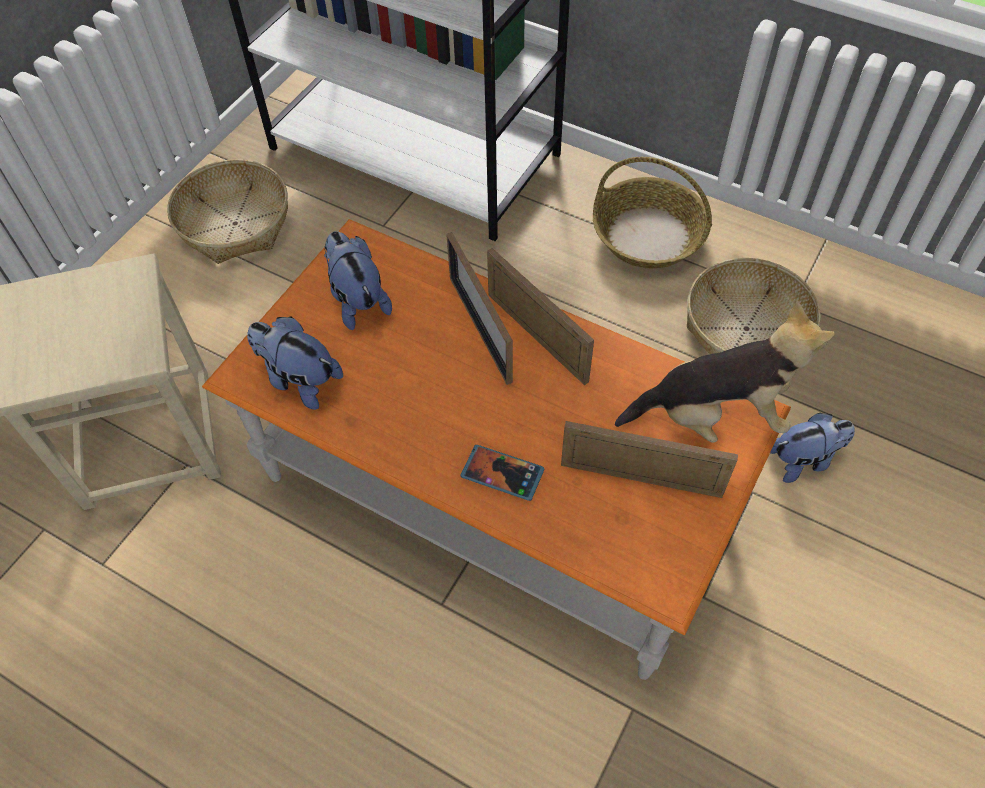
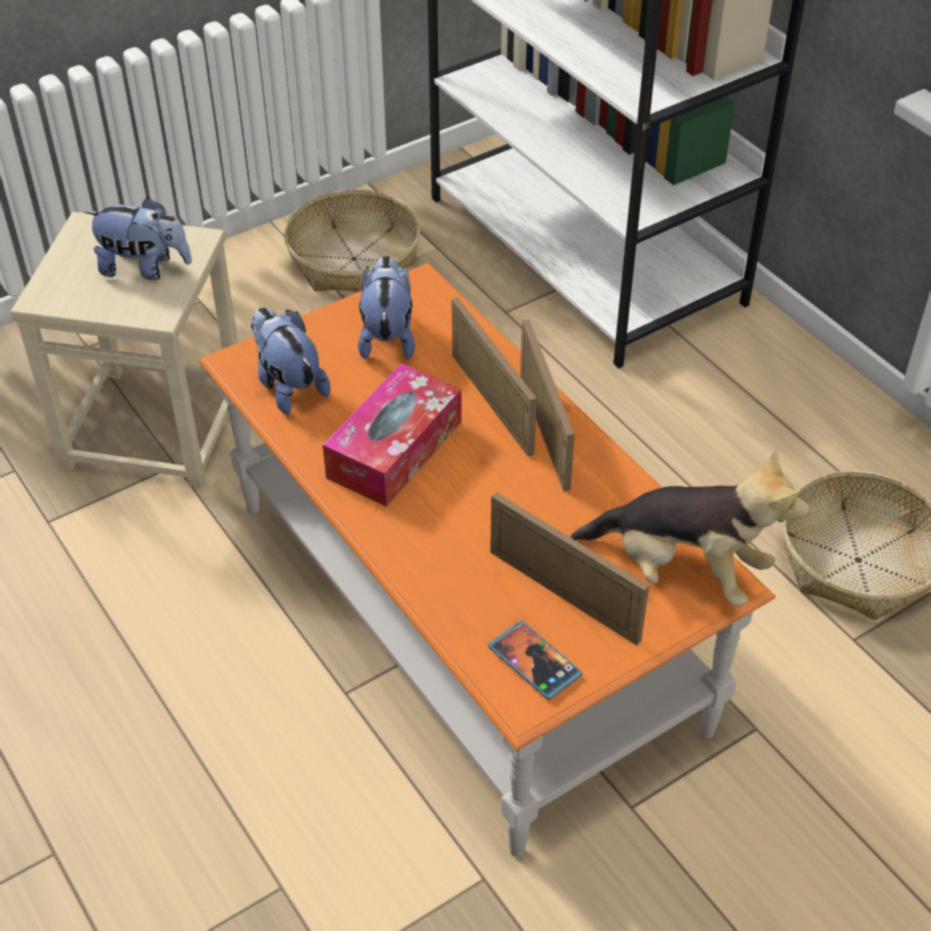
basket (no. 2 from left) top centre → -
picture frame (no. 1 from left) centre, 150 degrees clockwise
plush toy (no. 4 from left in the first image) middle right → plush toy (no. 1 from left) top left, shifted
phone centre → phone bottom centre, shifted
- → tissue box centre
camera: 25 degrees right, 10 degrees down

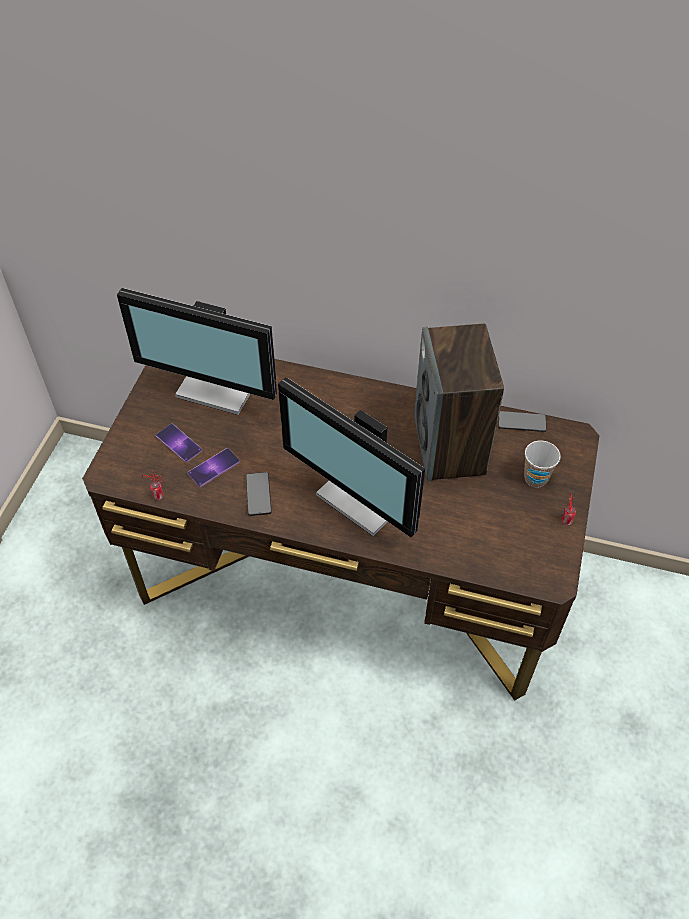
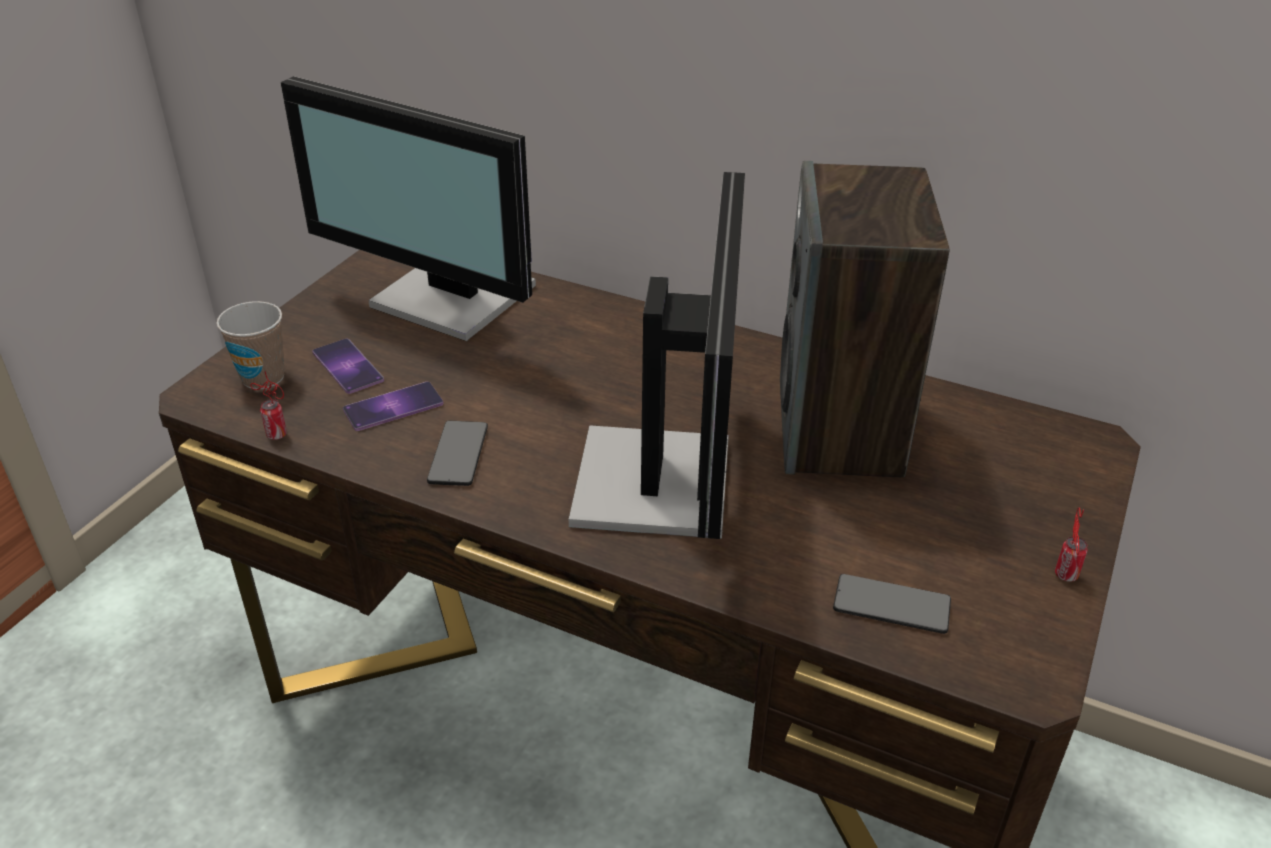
monitor (no. 2 from left) centre, 135 degrees counterclockwise
phone (no. 4 from left) middle right → phone (no. 4 from left) bottom right, shifted
cup middle right → cup middle left, shifted
camera: 10 degrees right, 15 degrees down

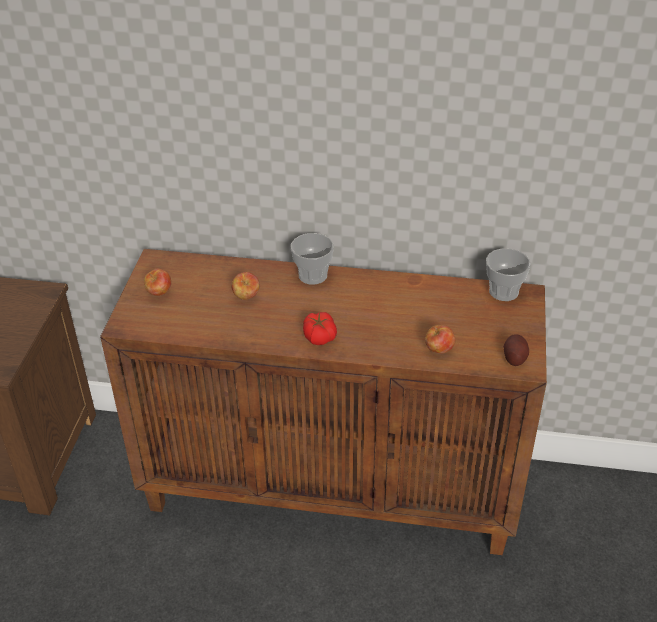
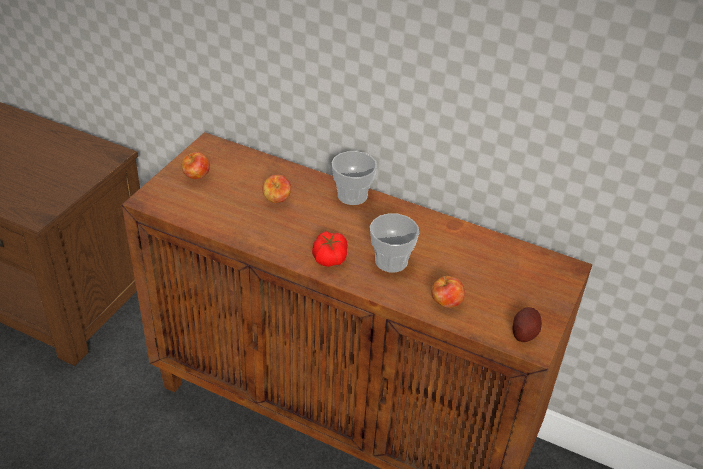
cup (no. 2 from left) middle right → cup (no. 2 from left) centre, shifted
camera: 15 degrees right, 0 degrees up

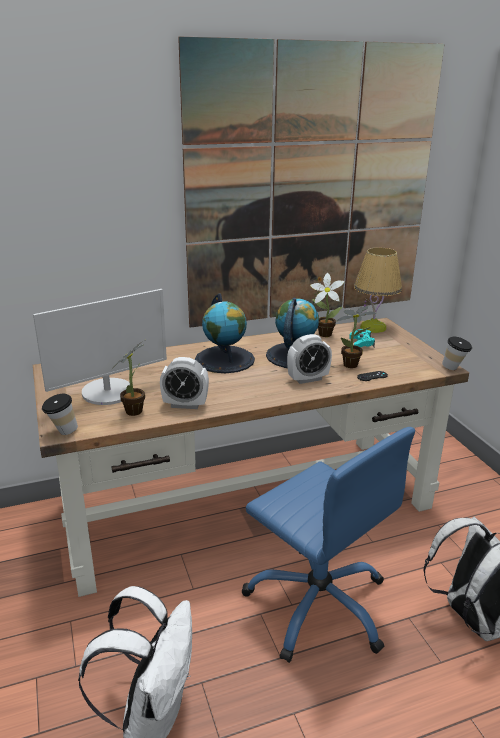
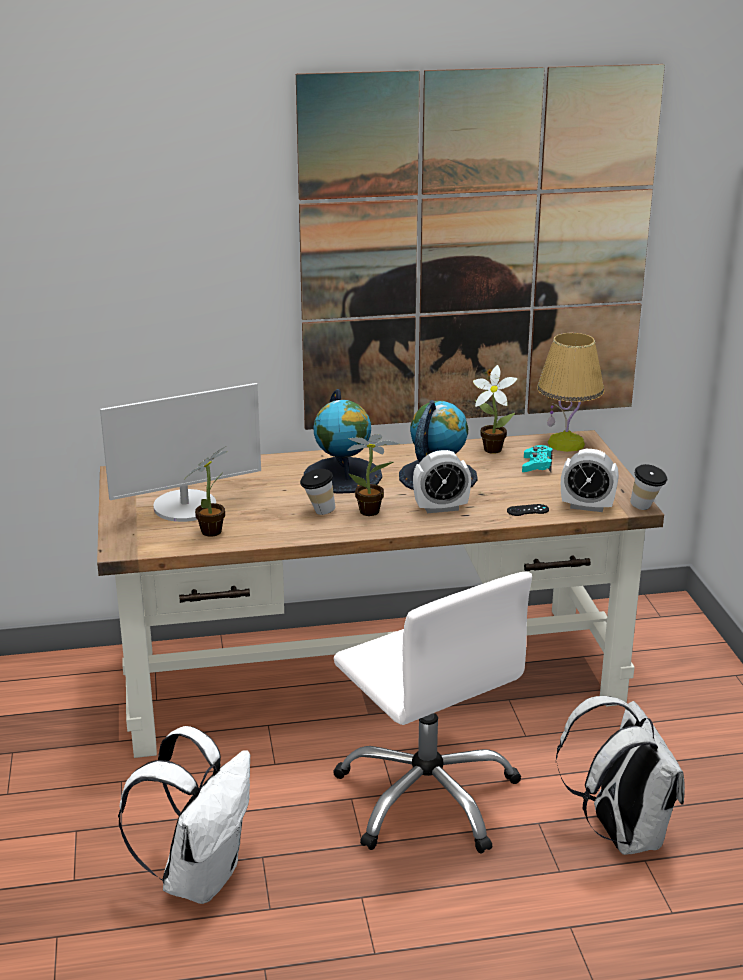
potted plant (no. 3 from left in the first image) middle right → potted plant (no. 2 from left) centre, shifted
alarm clock (no. 1 from left in the first image) centre → alarm clock (no. 2 from left) middle right, shifted
cup (no. 1 from left) middle left → cup (no. 1 from left) centre, shifted
office chair (blue) bottom centre → office chair (white) bottom centre
camera: 10 degrees right, 0 degrees up

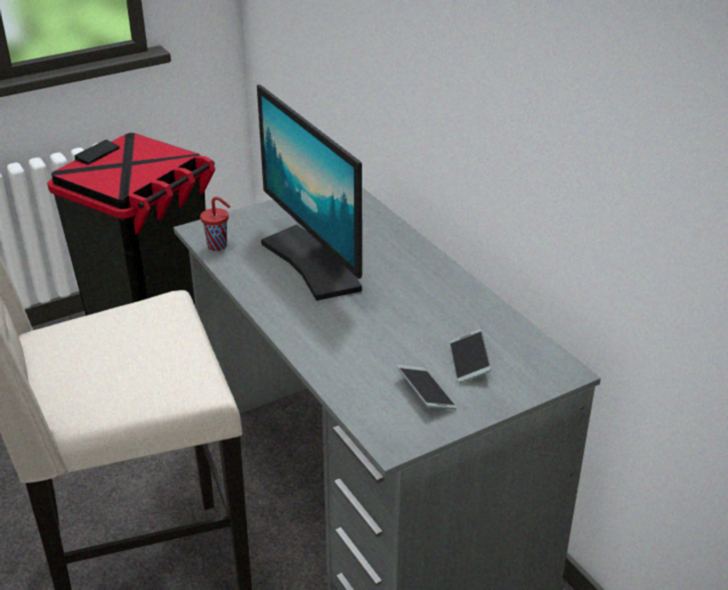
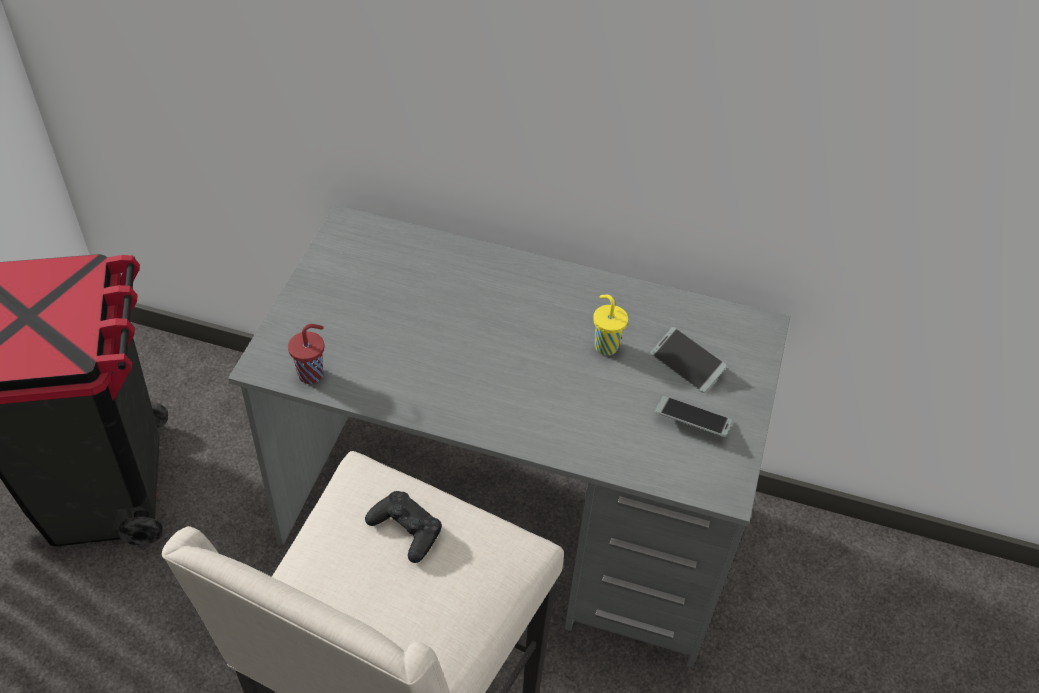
monitor top centre → -
- → cup (yellow) centre
- → game controller (black) bottom centre
camera: 45 degrees left, 15 degrees up

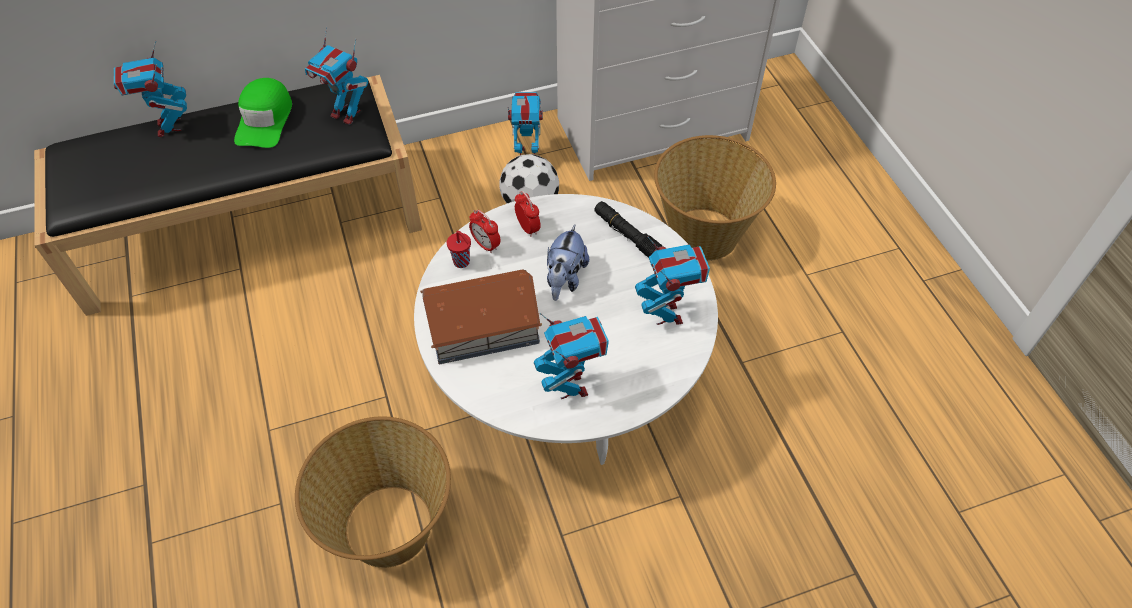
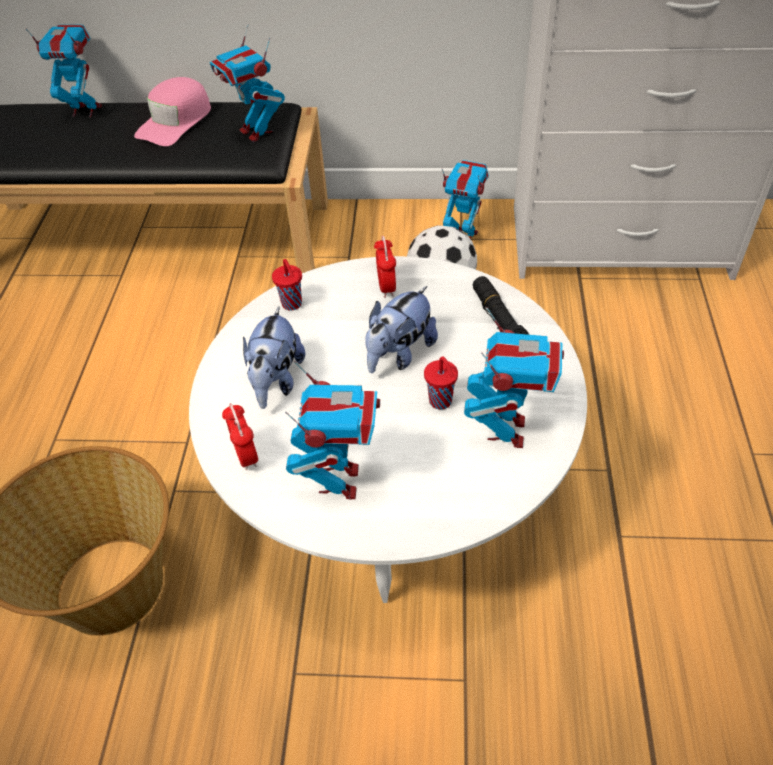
toy robot (no. 1 from left) top left, 90 degrees clockwise
cap (green) top left → cap (pink) top left
basket (no. 2 from left) top centre → -
alarm clock (no. 1 from left) centre → alarm clock (no. 1 from left) middle left, shifted
toy house centre → plush toy (no. 1 from left) centre
- → cup (red) (no. 2 from left) centre
camera: 25 degrees right, 5 degrees down

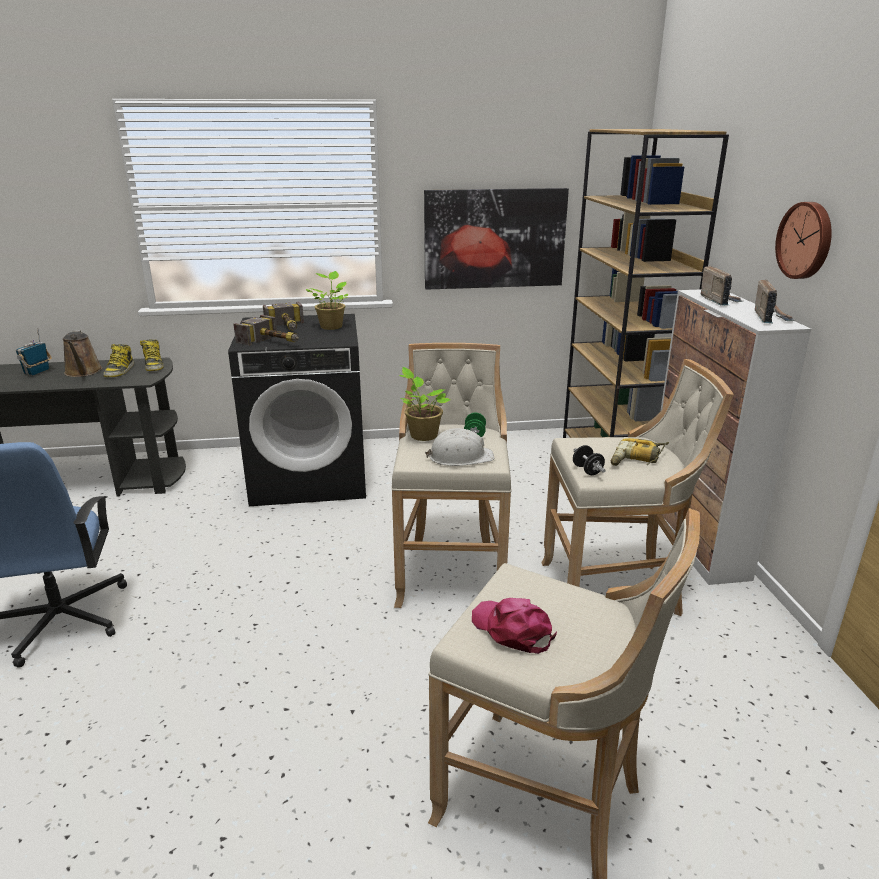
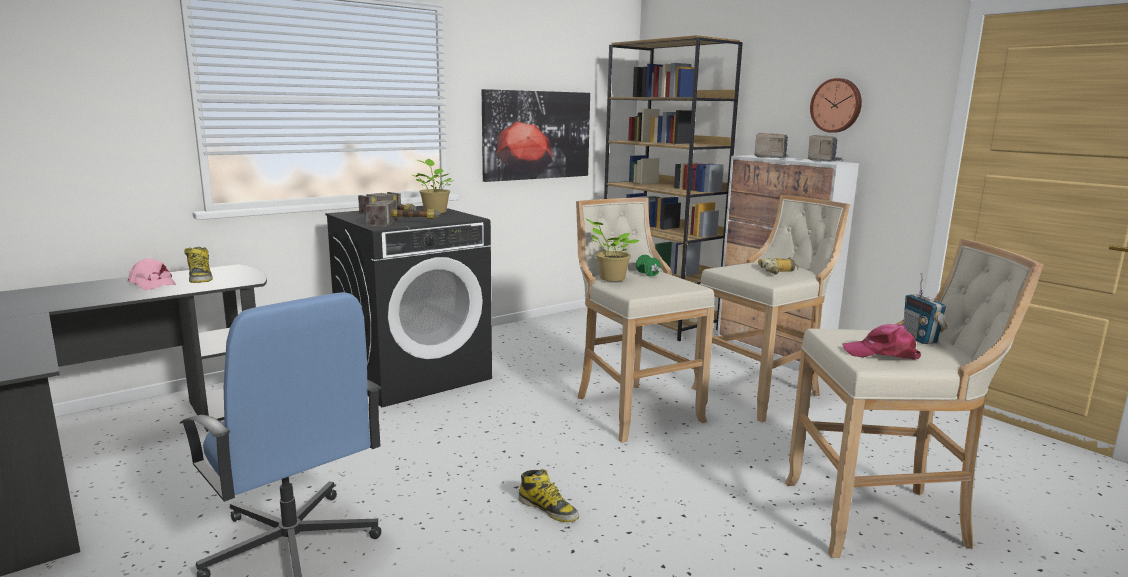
radio (no. 1 from left in the first image) middle left → radio (no. 3 from left) middle right, shifted
watering can (brown) middle left → cap (pink) (no. 1 from left) middle left
boot (no. 2 from left) middle left → boot (no. 2 from left) bottom centre, shifted
hard hat (white) centre → -
dumbbell (black) middle right → -
camera: 30 degrees left, 10 degrees down

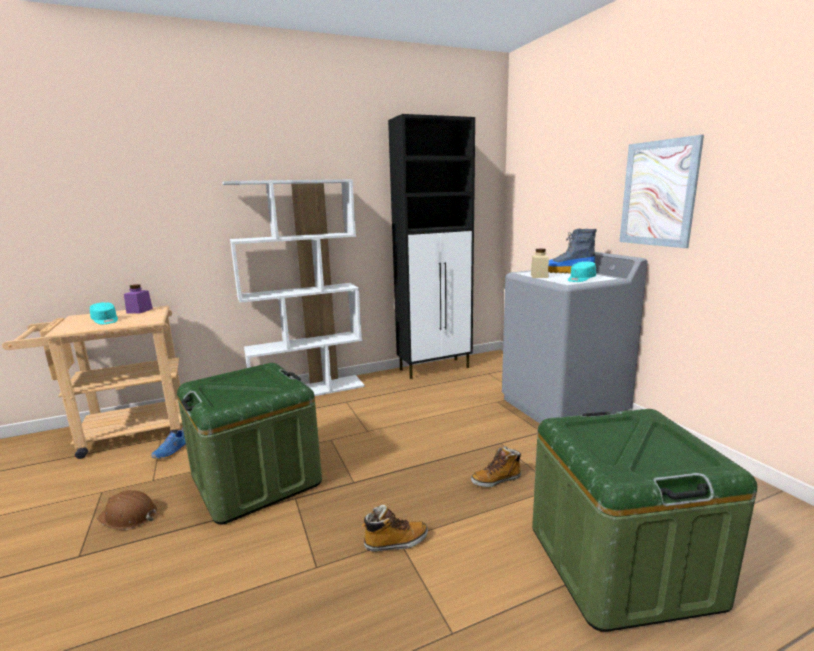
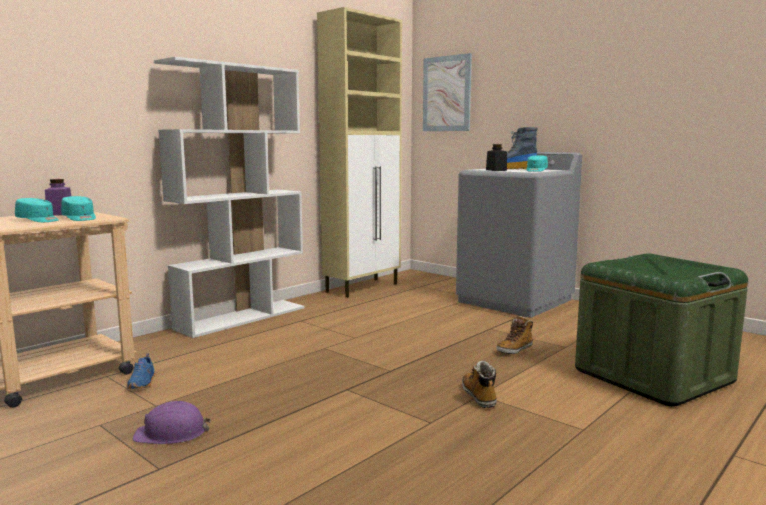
cabinet (black) centre → cabinet (beige) top centre
picture top right → picture top centre, shifted
jar (beige) centre → jar (black) top centre
storage box (green) (no. 1 from left) bottom left → -
hard hat (brown) bottom left → hard hat (purple) bottom left
boot (no. 1 from left) bottom centre, 60 degrees counterclockwise
- → cap (turquoise) (no. 2 from left) middle left
camera: 25 degrees left, 5 degrees down

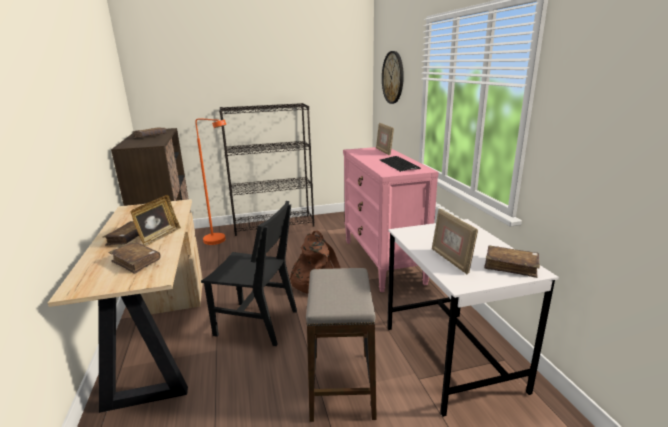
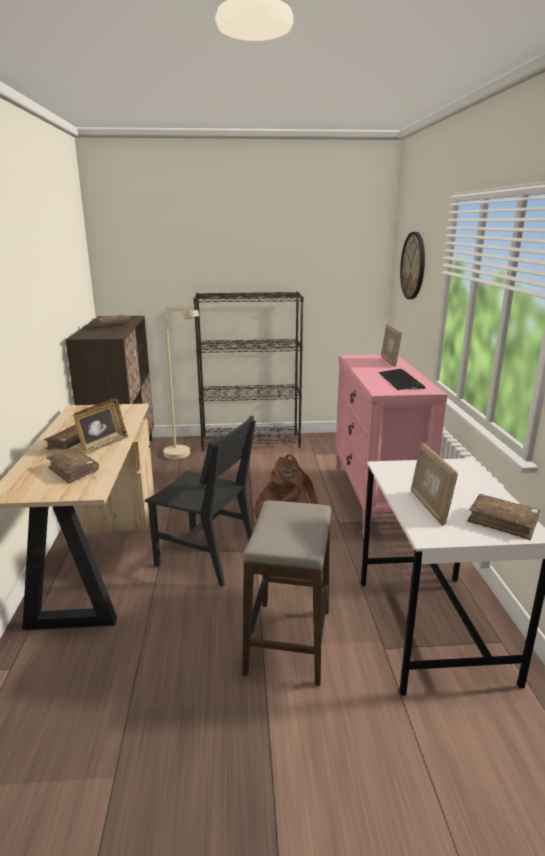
floor lamp (orange) middle left → floor lamp (beige) middle left
camera: 10 degrees right, 0 degrees up

